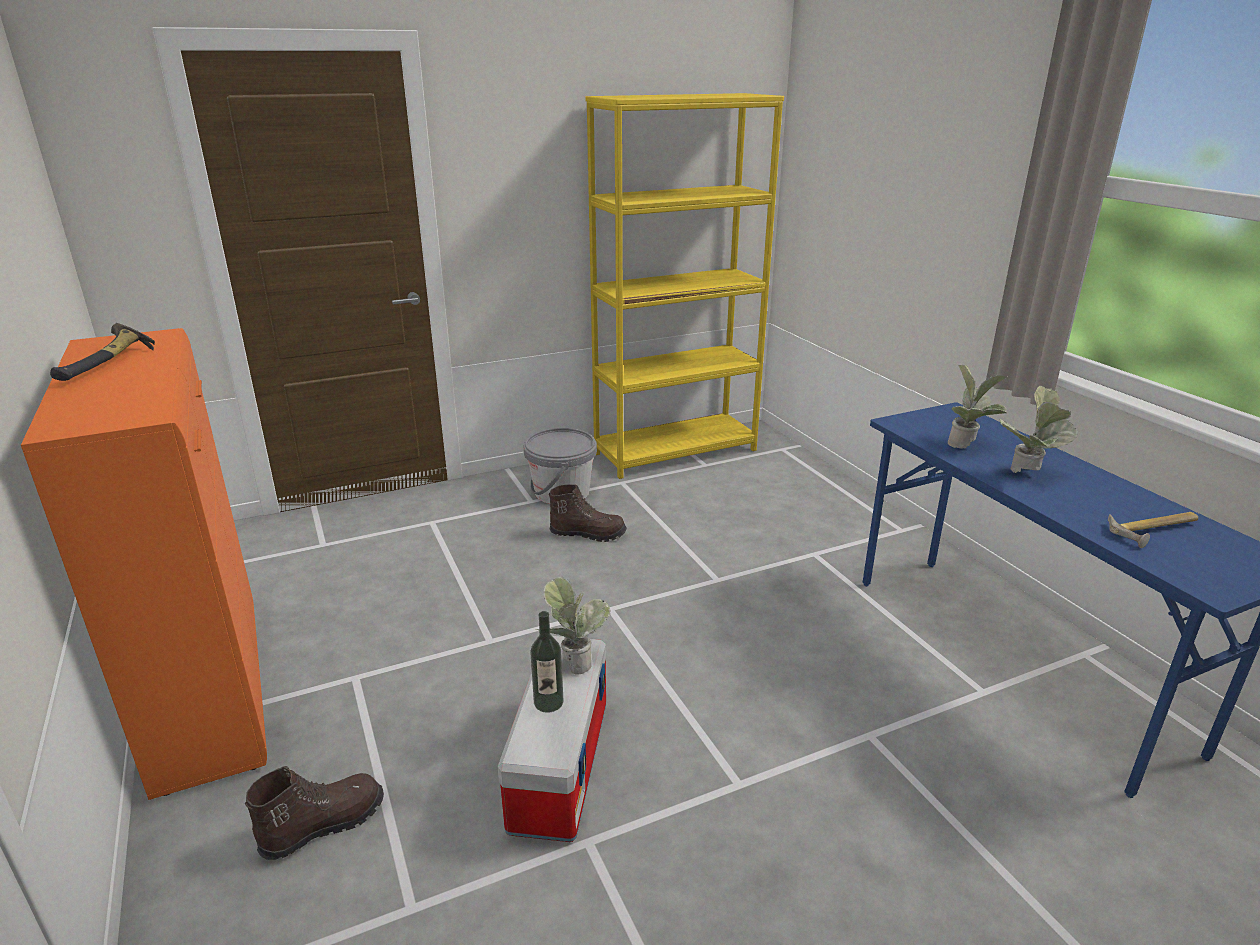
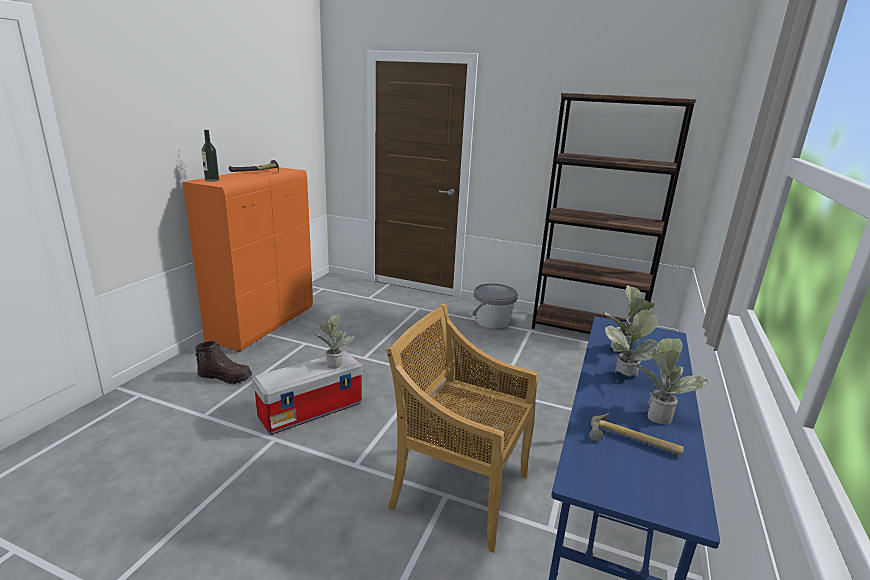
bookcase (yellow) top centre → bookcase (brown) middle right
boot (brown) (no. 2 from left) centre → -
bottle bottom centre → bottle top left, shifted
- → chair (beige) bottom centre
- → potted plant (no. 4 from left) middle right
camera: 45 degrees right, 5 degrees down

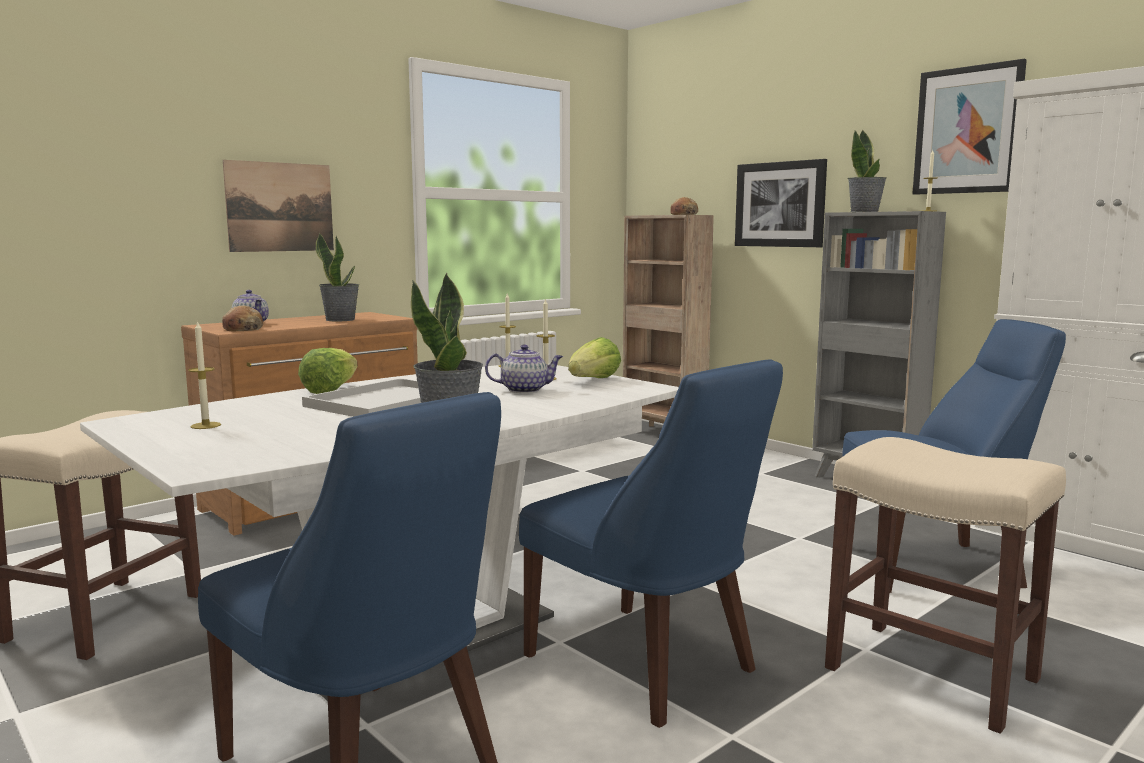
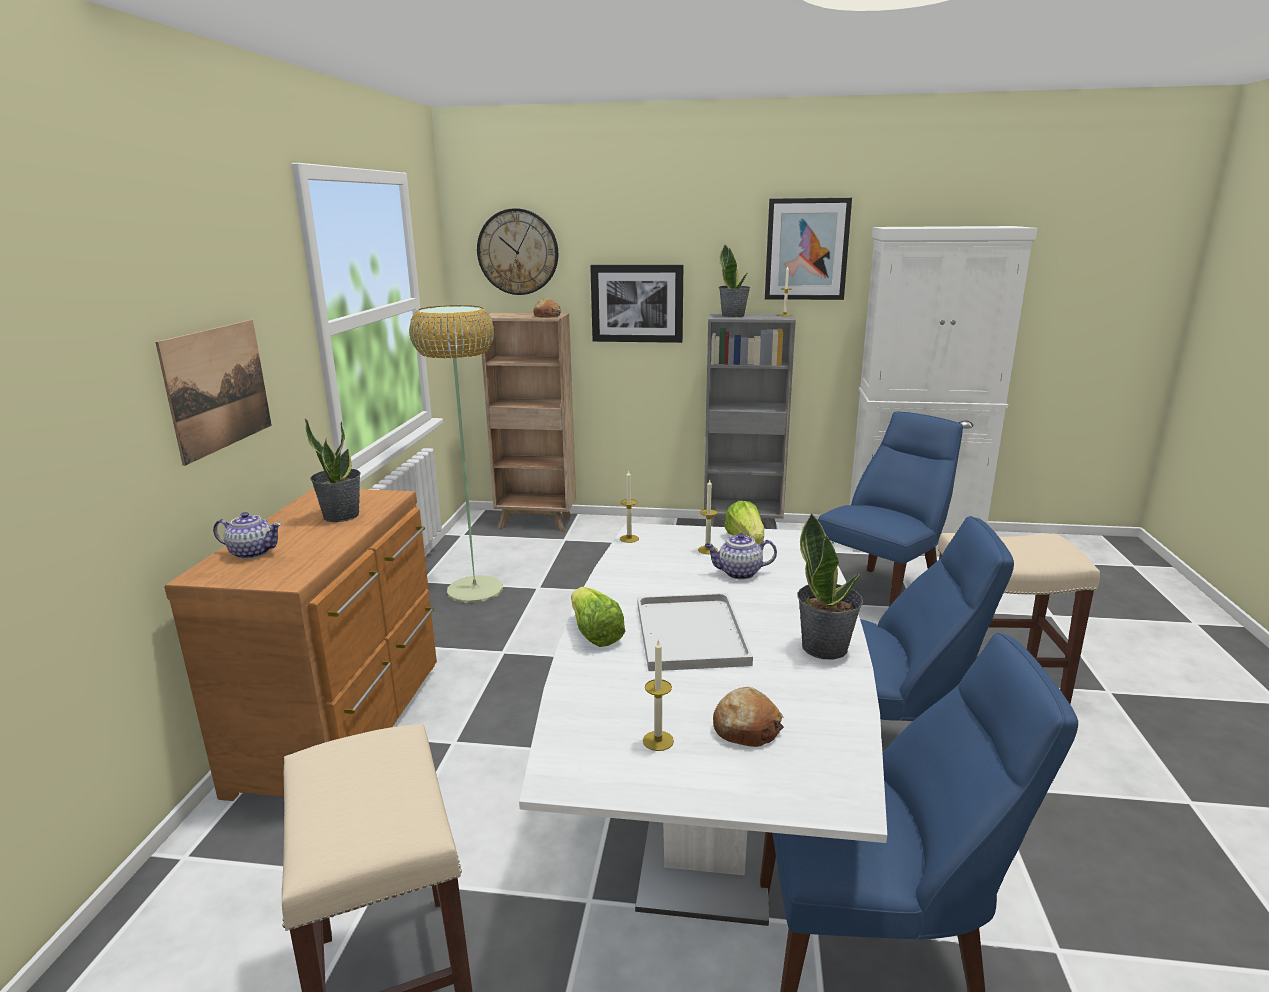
bread (no. 1 from left in the first image) middle left → bread (no. 2 from left) bottom centre, shifted
teapot (no. 2 from left) centre, 135 degrees counterclockwise
- → wall clock top centre
- → floor lamp centre
camera: 40 degrees left, 10 degrees up

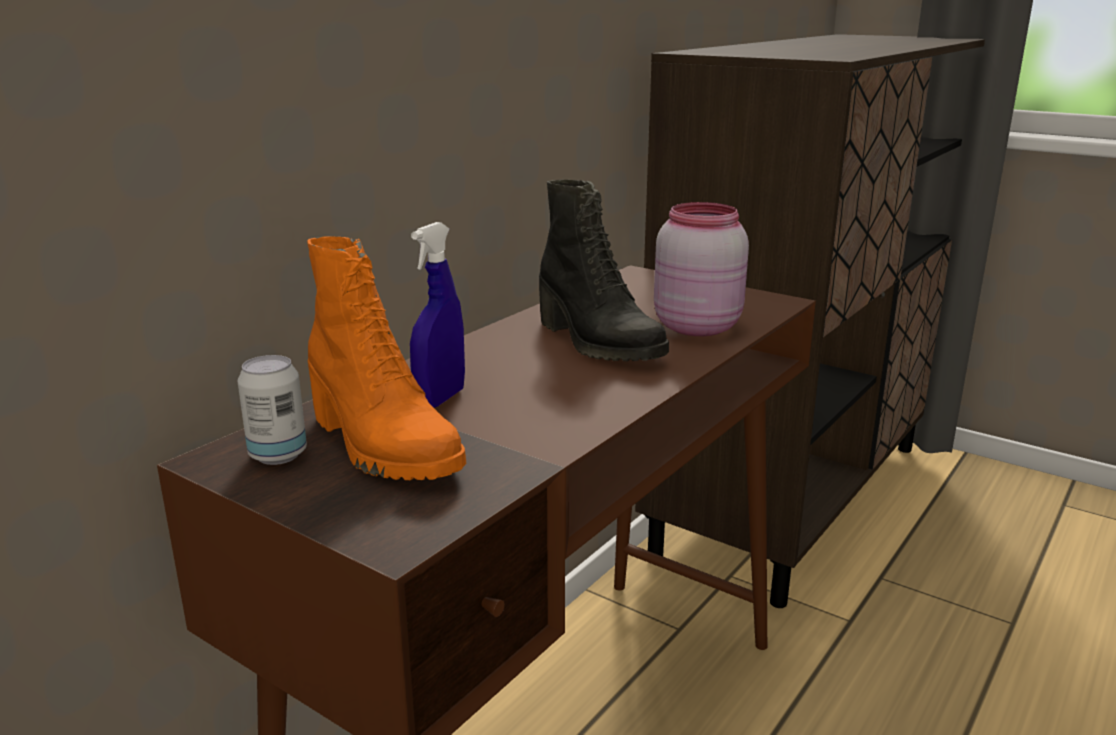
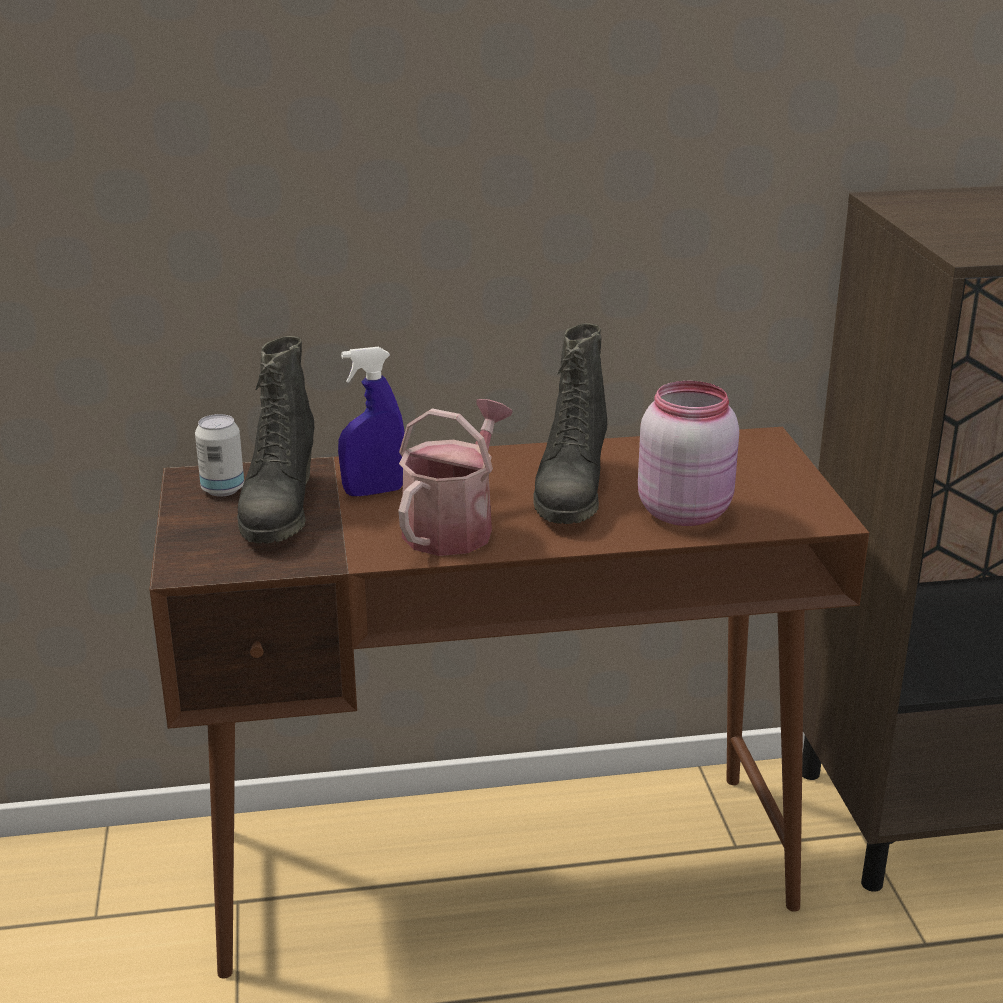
boot (orange) centre → boot (black) (no. 1 from left) middle left
- → watering can centre
camera: 45 degrees right, 5 degrees up

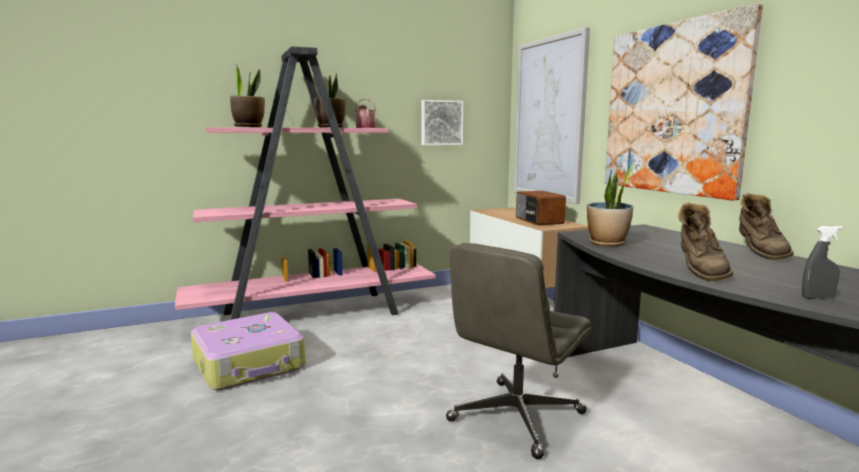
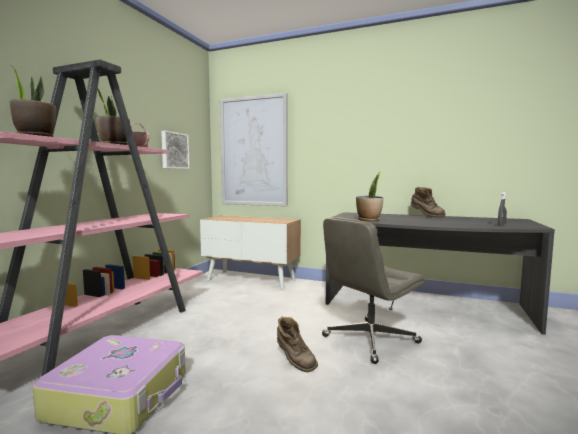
picture (no. 3 from left) top right → -
radio centre → -
boot (brown) (no. 1 from left) middle right → boot (brown) (no. 1 from left) bottom centre, shifted
office chair (grey) bottom centre, 60 degrees clockwise
camera: 45 degrees left, 5 degrees down

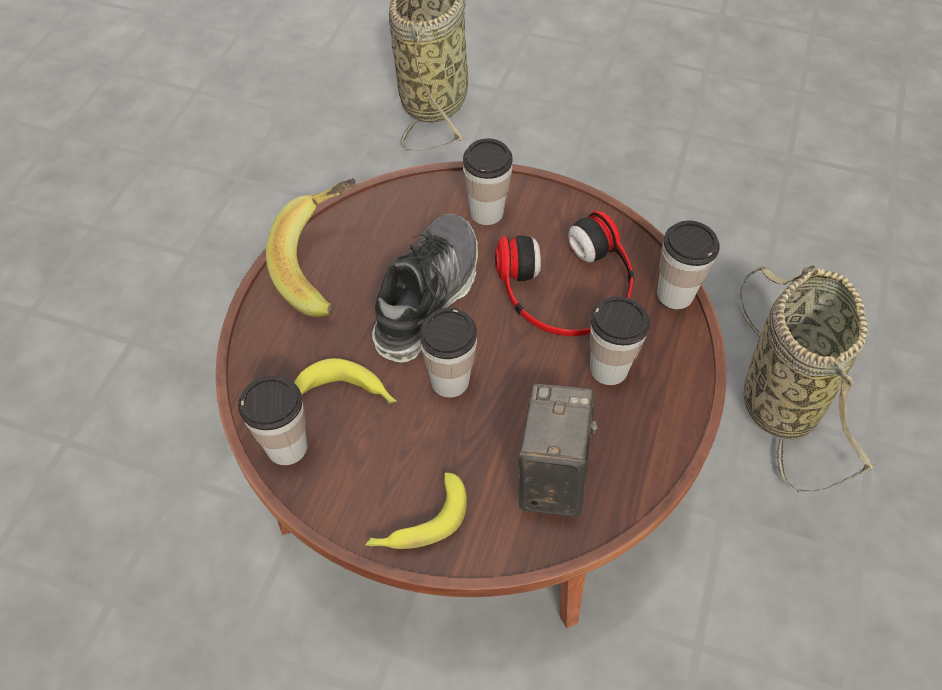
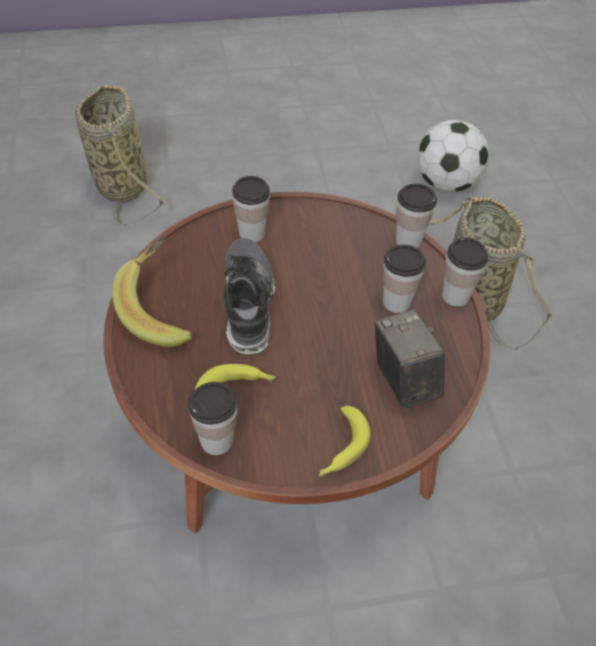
headphones centre → -
cup (no. 2 from left in the first image) centre → cup (no. 5 from left) middle right, shifted
- → football top right
camera: 30 degrees left, 5 degrees down

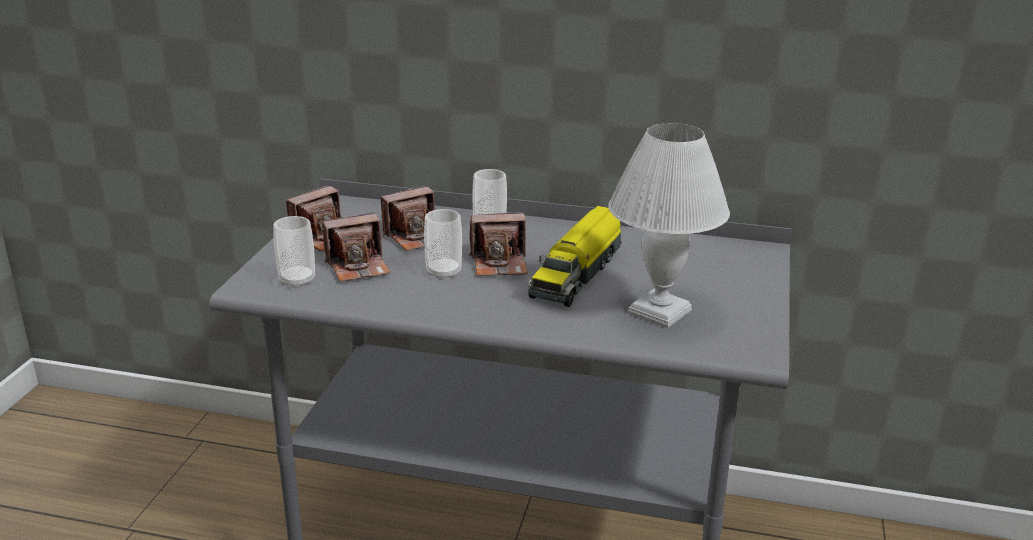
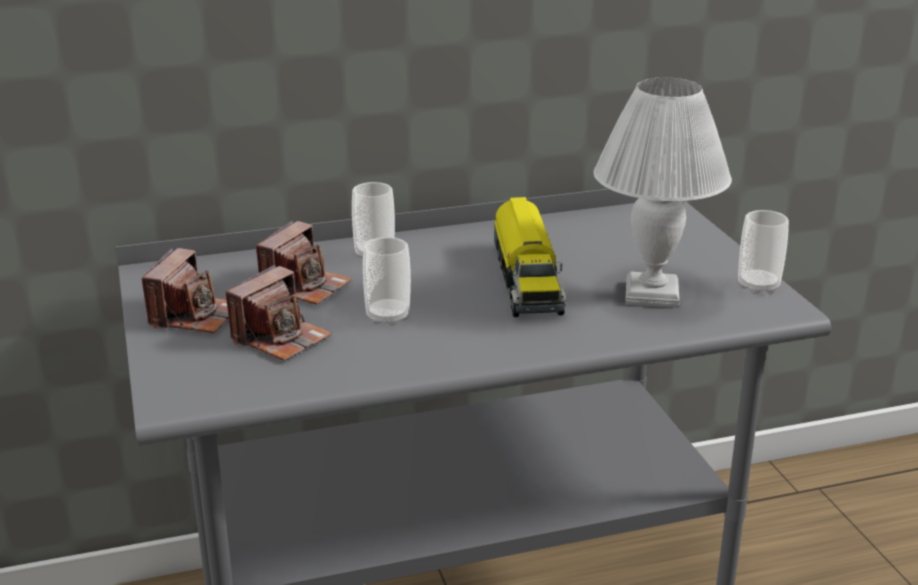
photo camera (no. 4 from left) centre → -
cup (no. 1 from left in the first image) middle left → cup (no. 3 from left) middle right, shifted
camera: 30 degrees left, 0 degrees up

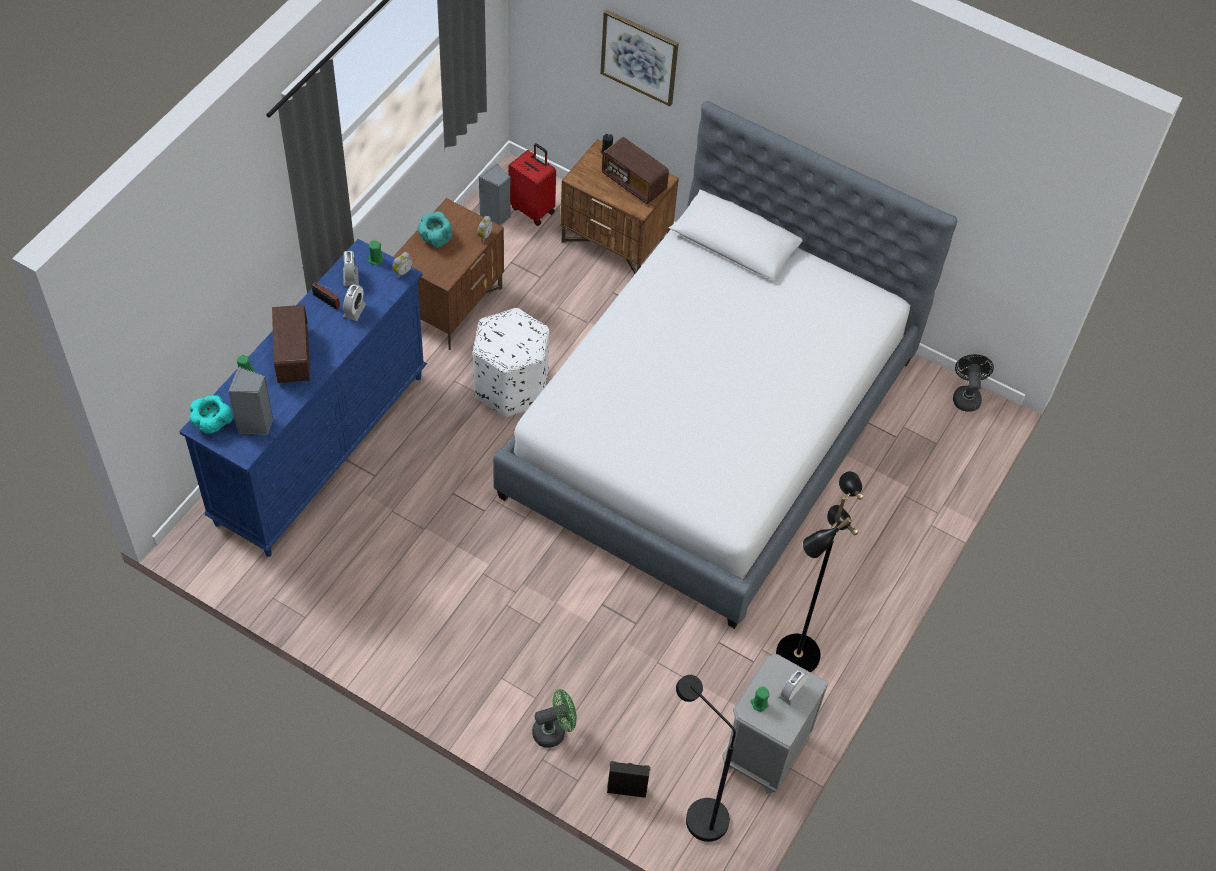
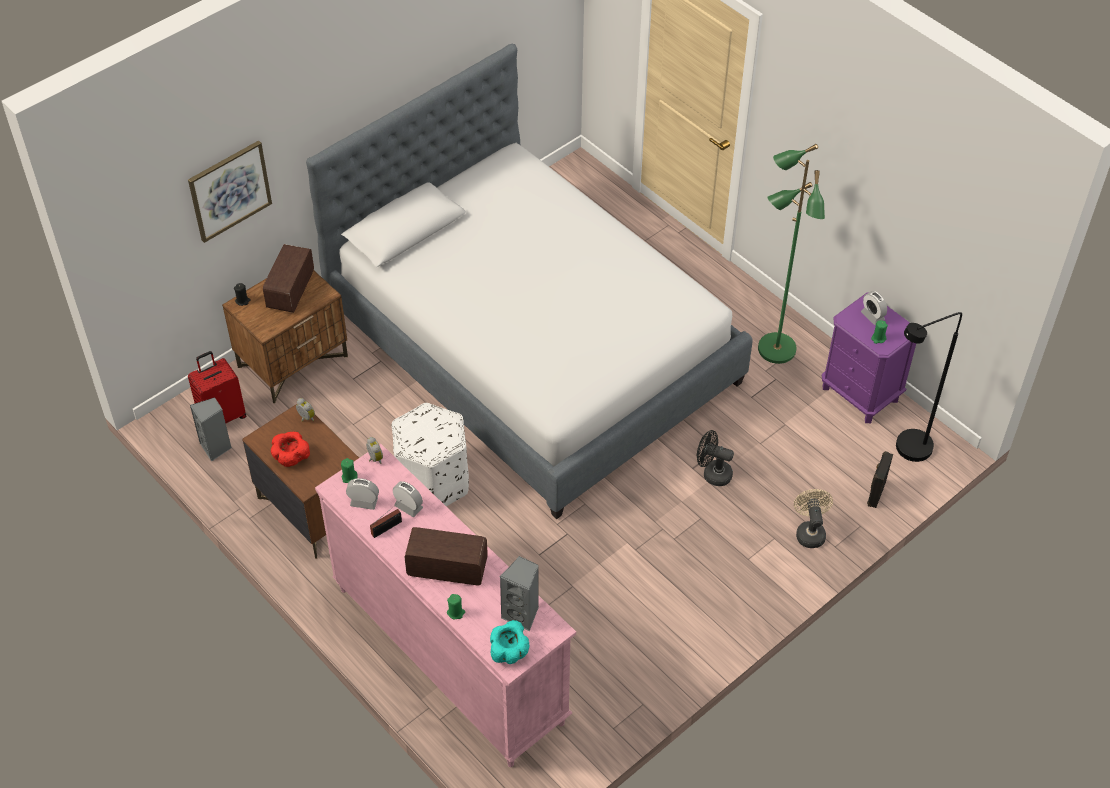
radio (no. 3 from left in the first image) top centre → radio (no. 1 from left) middle left, 135 degrees clockwise
bowl (turquoise) (no. 2 from left) top centre → bowl (red) middle left
dresser (blue) middle left → dresser (pink) bottom centre
fan (black) middle right → fan (black) centre, shifted
floor lamp (black) (no. 2 from left) middle right → floor lamp (green) top right
nightstand (grey) bottom centre → nightstand (purple) middle right
fan (green) bottom centre → fan (beige) middle right
camera: 70 degrees left, 5 degrees down

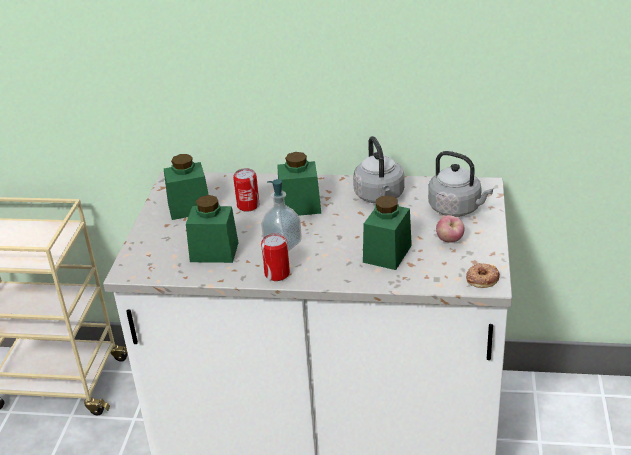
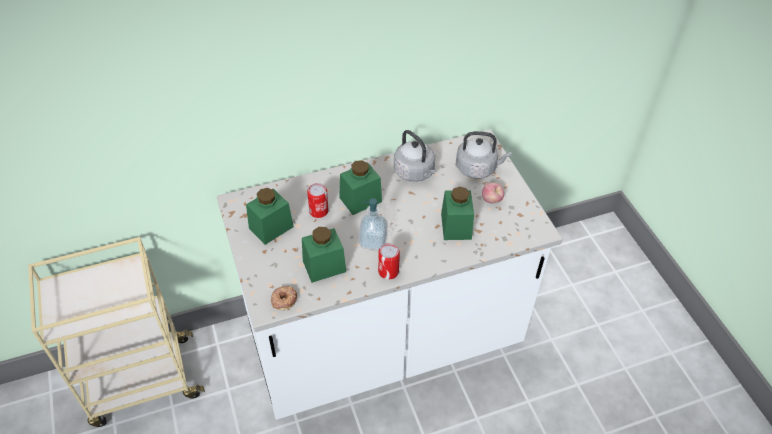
donut middle right → donut bottom centre, shifted
camera: 30 degrees left, 15 degrees up

